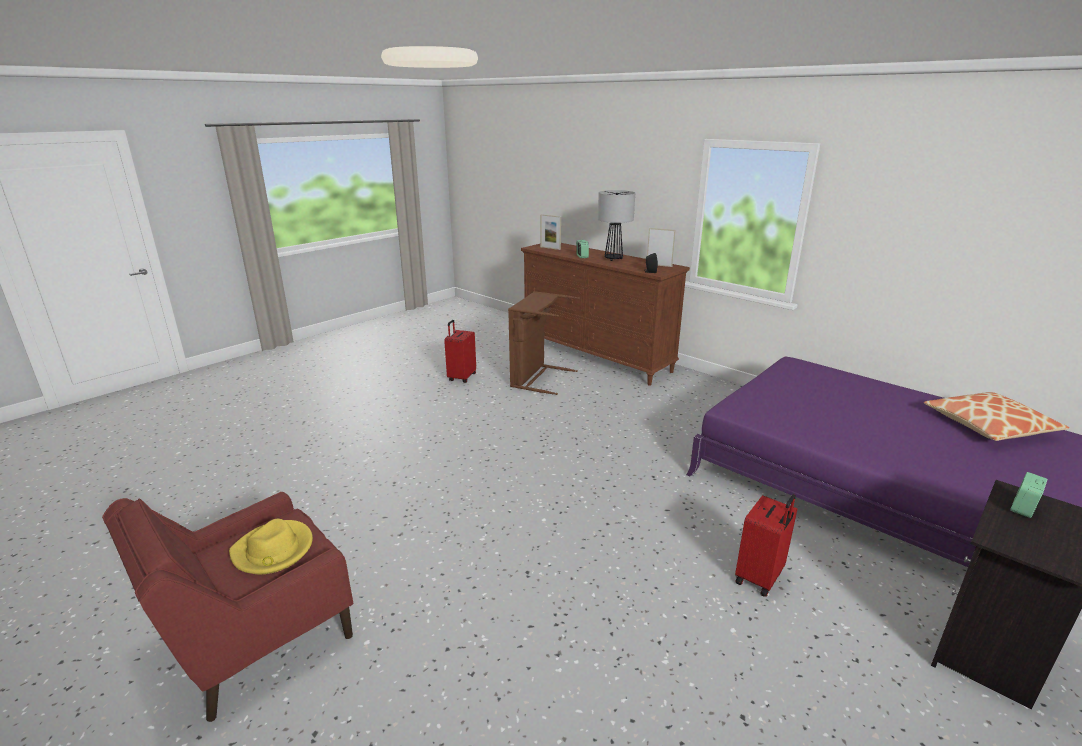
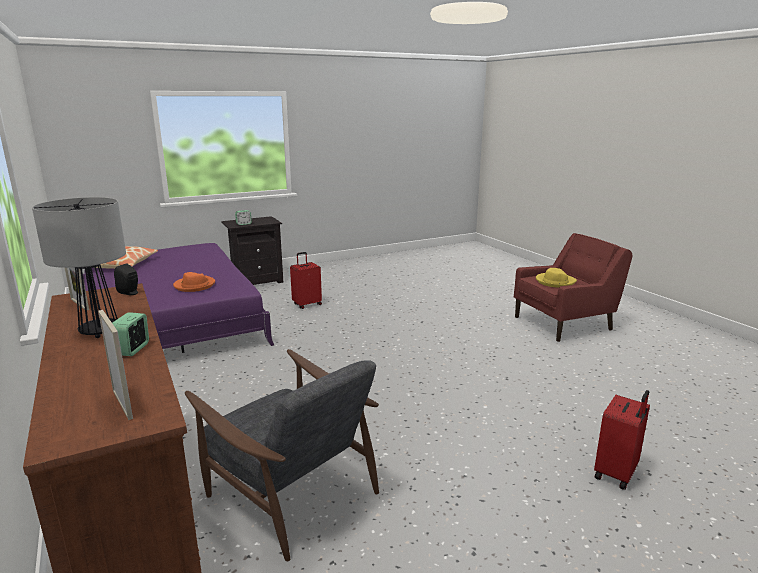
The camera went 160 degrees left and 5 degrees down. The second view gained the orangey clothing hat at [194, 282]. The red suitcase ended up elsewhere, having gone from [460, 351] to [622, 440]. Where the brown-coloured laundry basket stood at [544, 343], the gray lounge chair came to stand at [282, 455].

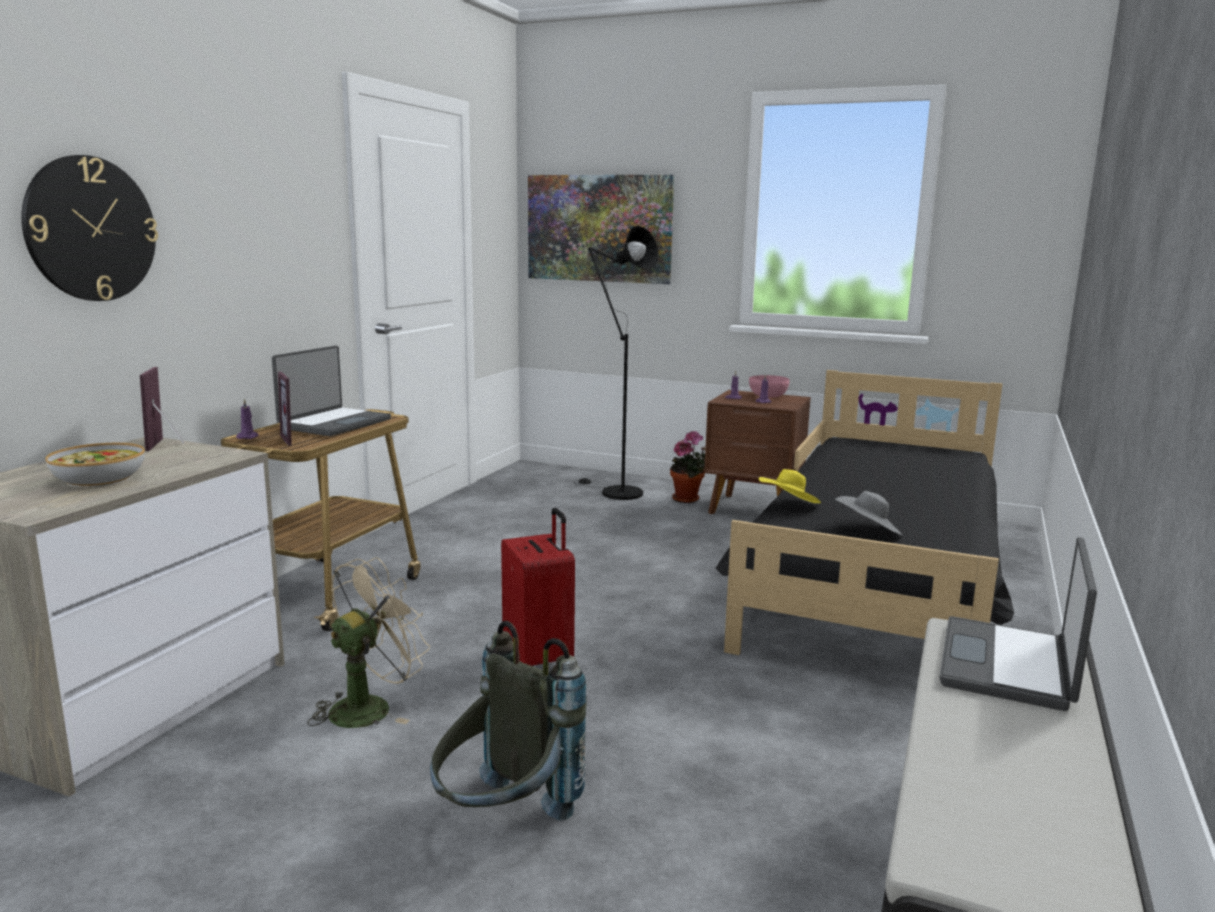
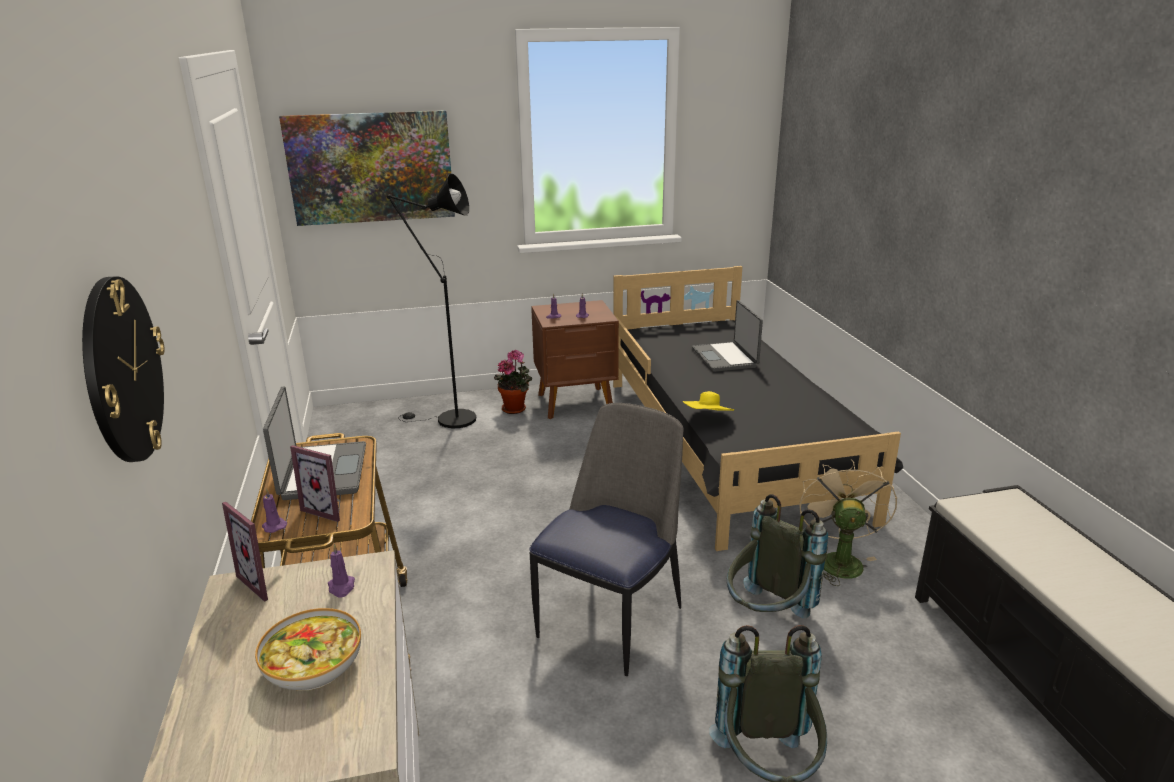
The camera went 35 degrees left and 10 degrees up. The second view lost the pink-coloured bowl at [769, 386]. The second view lost the gray clothing hat at [868, 513]. The second view gained the purple wax light at [341, 571]. The second view gained the gray rucksack at [777, 556]. The sand-coloured electric fan ended up elsewhere, having gone from [368, 642] to [848, 522]. The notebook computer ended up elsewhere, having gone from [1018, 624] to [727, 336]. Where the red suitcase stood at [538, 587], the upright chair came to stand at [607, 539].

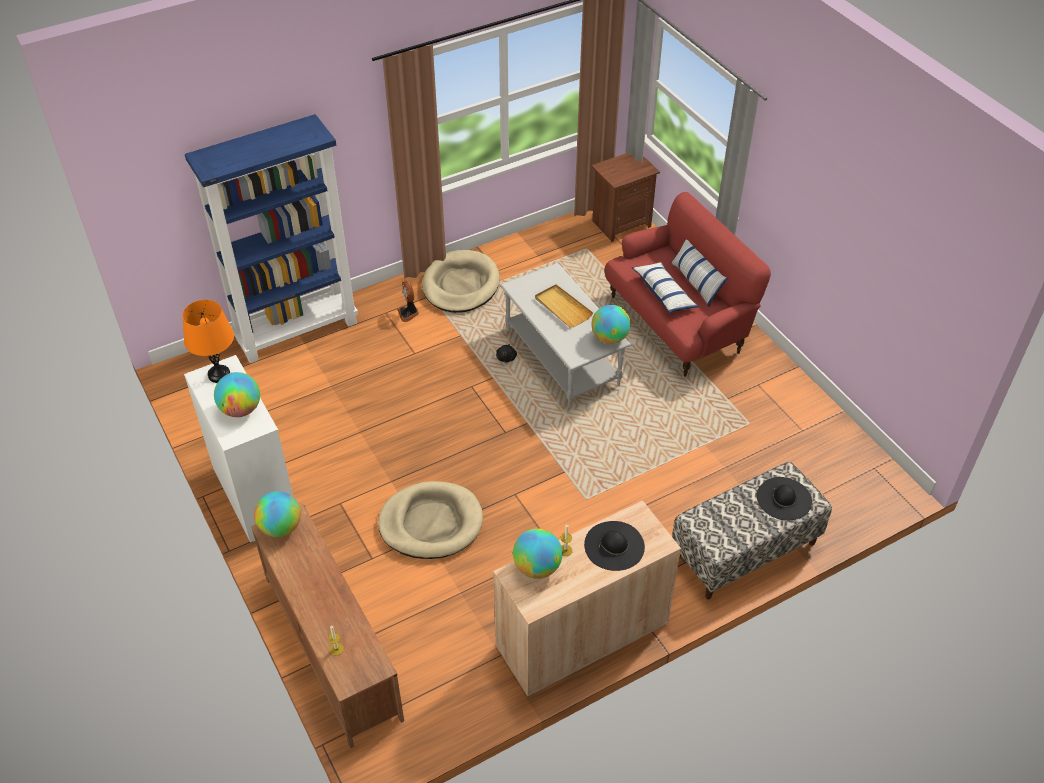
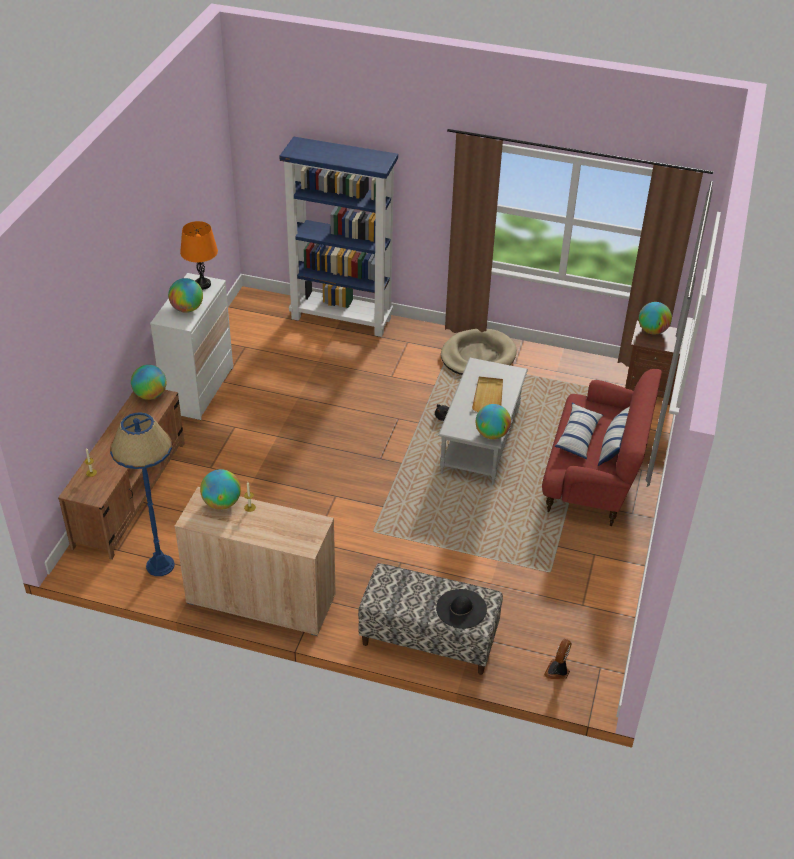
The camera went 45 degrees right and 5 degrees down. The second view lost the sand-coloured pet bed at [430, 520]. The second view lost the blackish clothing hat at [614, 546]. The second view gained the bluish floor lamp at [142, 494]. The second view gained the desk globe at [655, 318]. The electric fan ended up elsewhere, having gone from [408, 301] to [557, 659].

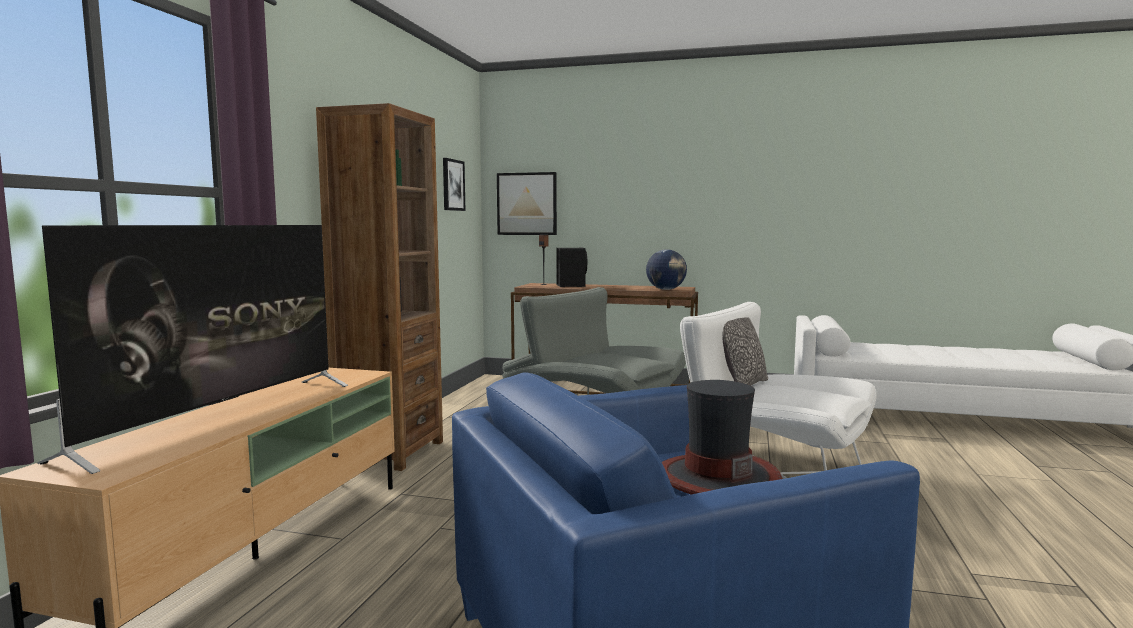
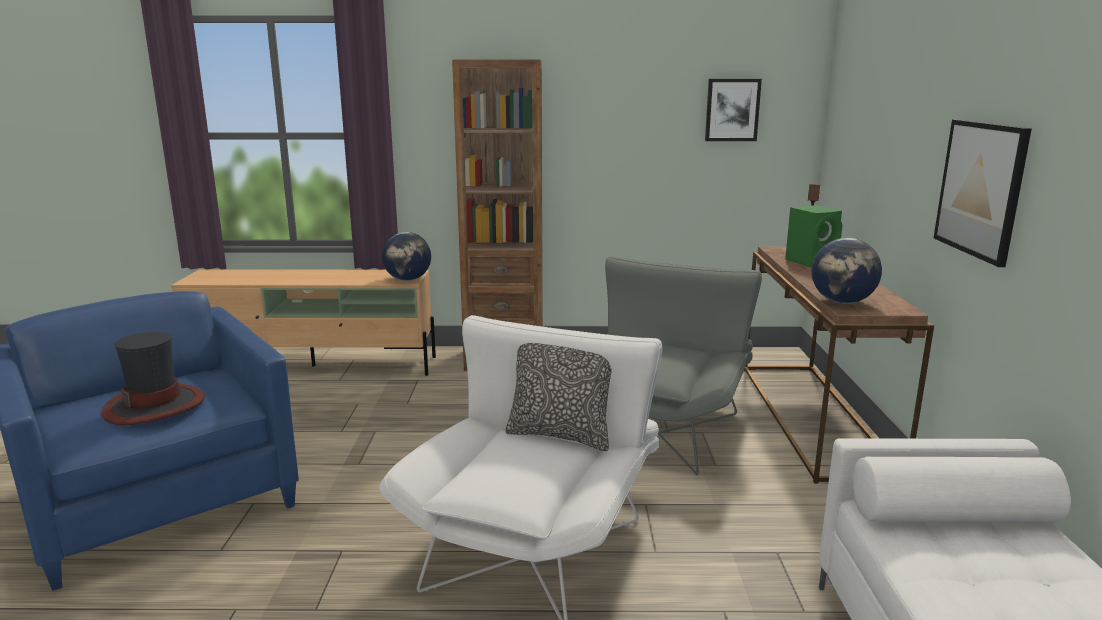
The camera went 75 degrees right and 10 degrees up. The second view lost the TV set at [192, 349]. The second view gained the desk globe at [406, 256]. The picture ended up elsewhere, having gone from [527, 203] to [983, 193]. What was the blackish loudspeaker at [571, 267] turned into the greenish loudspeaker at [813, 236].

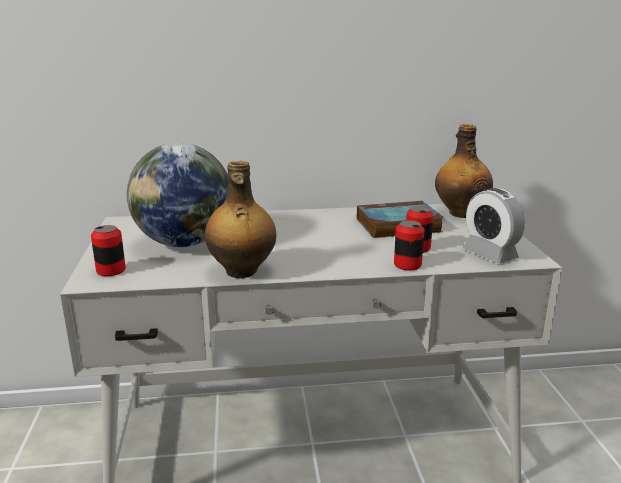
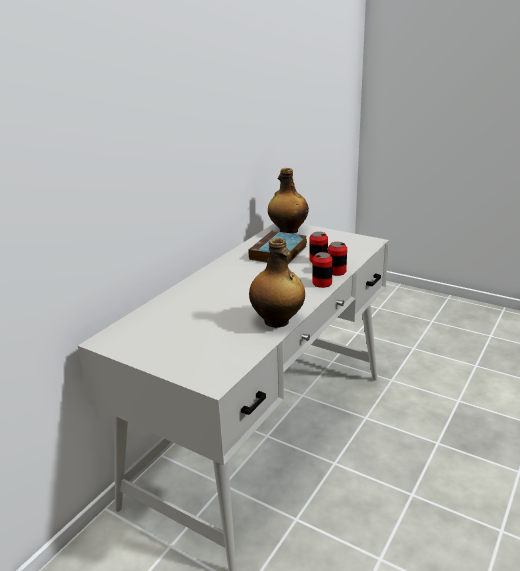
The camera went 50 degrees left and 5 degrees up. The second view lost the desk globe at [177, 195]. The second view lost the table clock at [494, 225]. The sealed can ended up elsewhere, having gone from [108, 250] to [322, 270].

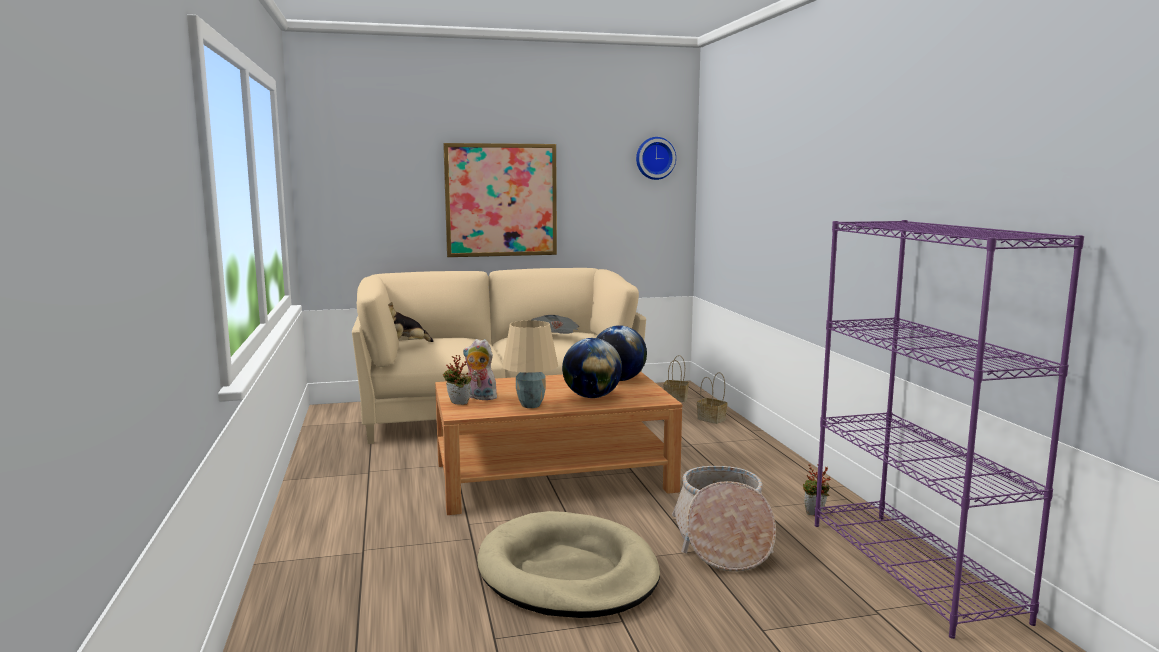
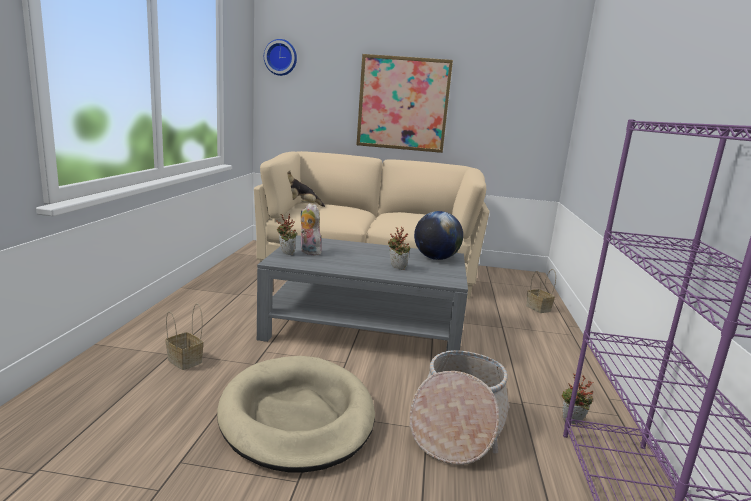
The camera went 20 degrees right and 5 degrees up. The second view lost the sand-coloured tabletop lamp at [530, 364]. The second view lost the daily paper at [555, 324]. The clock on the wall ended up elsewhere, having gone from [656, 158] to [280, 57]. The household basket ended up elsewhere, having gone from [676, 378] to [185, 337]. Where the desk globe stood at [592, 368], the potted plant came to stand at [399, 248]. What was the brown-coloured coffee table at [558, 443] turned into the gray coffee table at [362, 293].

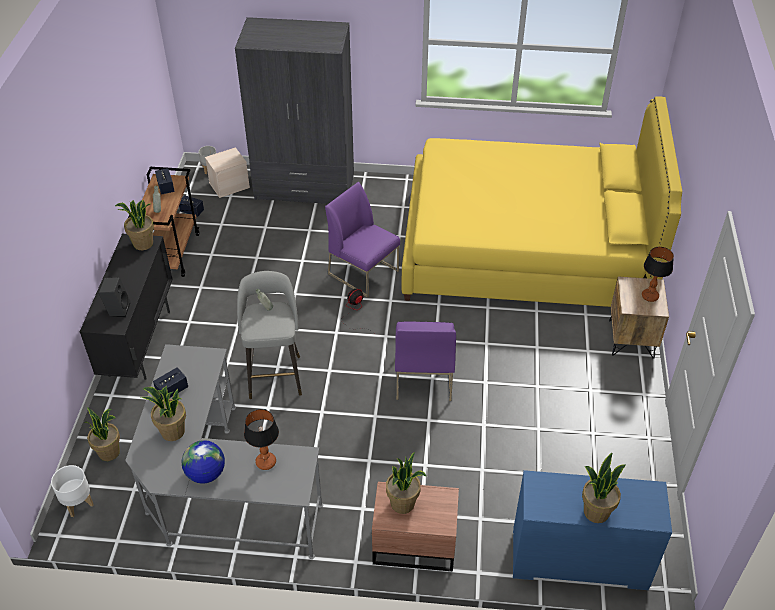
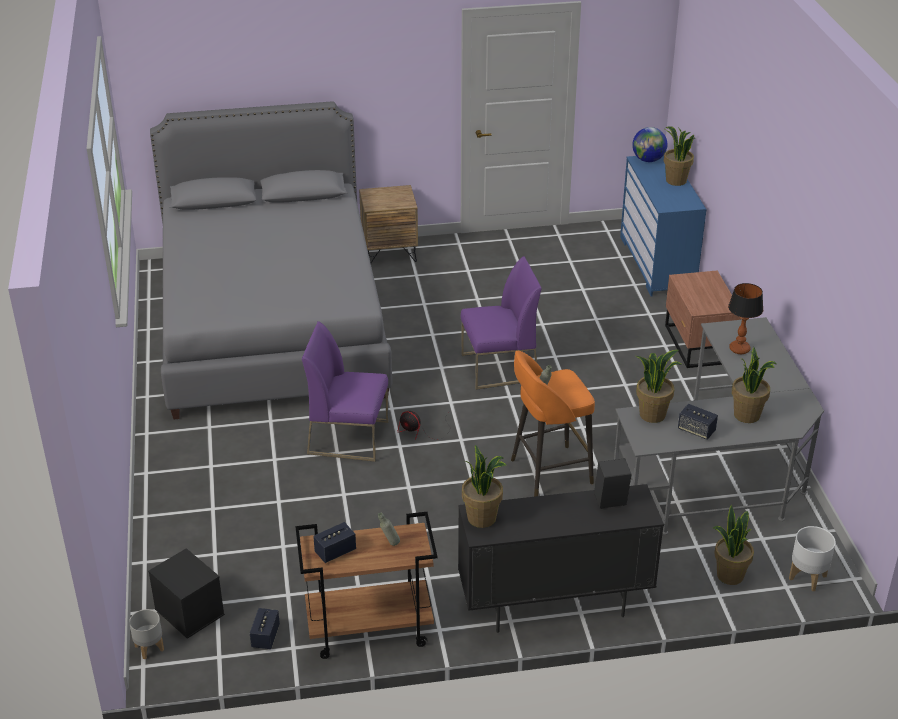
The camera went 105 degrees left and 10 degrees down. The second view lost the gray wardrobe at [294, 110]. The second view lost the tabletop lamp at [658, 274]. The desk globe ended up elsewhere, having gone from [203, 462] to [649, 144]. The potted plant ended up elsewhere, having gone from [406, 483] to [659, 386]. What was the sand-coloured storage bin at [227, 172] turned into the blackish storage bin at [186, 593]. What was the gray sitting stool at [269, 335] turned into the orangey sitting stool at [553, 424]. What was the yellow bedroom bed at [541, 202] turned into the gray bedroom bed at [271, 260]. The purple upright chair at [362, 240] ended up facing another way, 75 degrees clockwise from before.

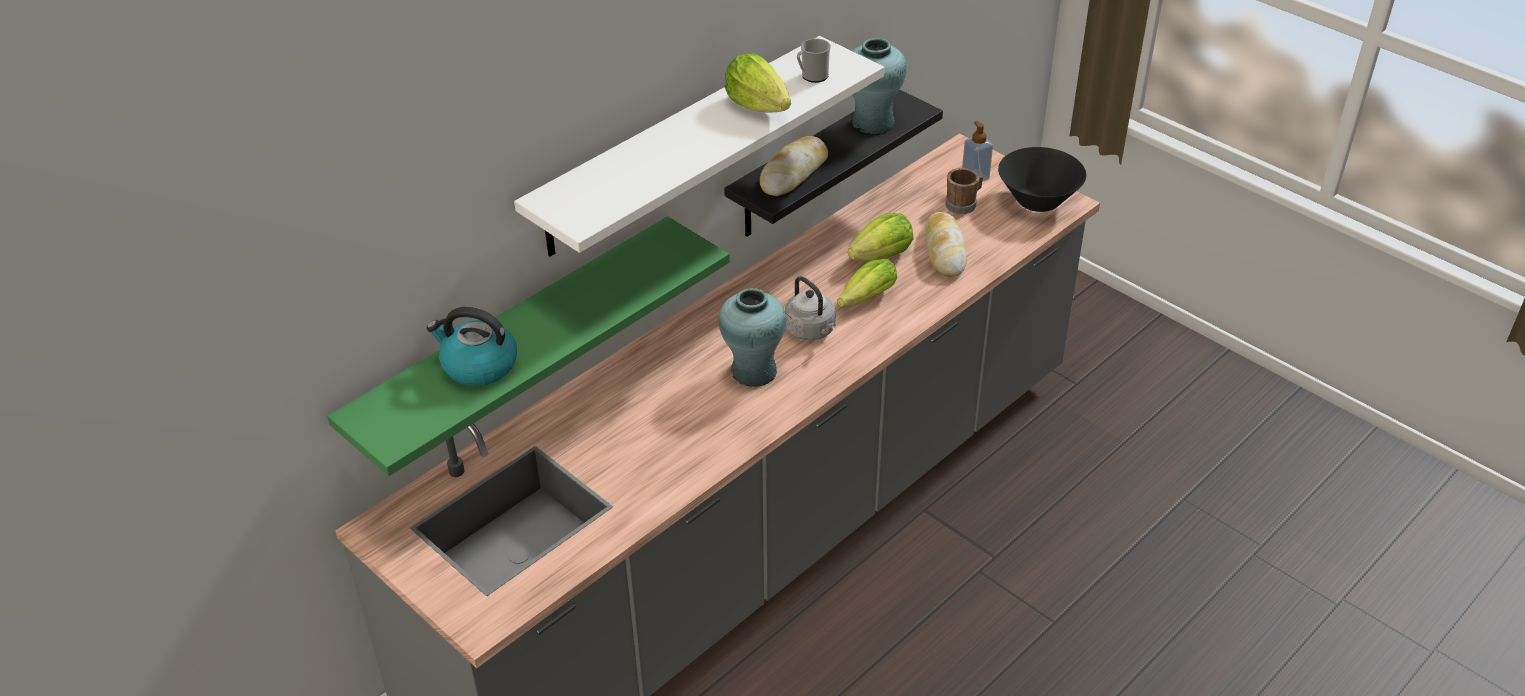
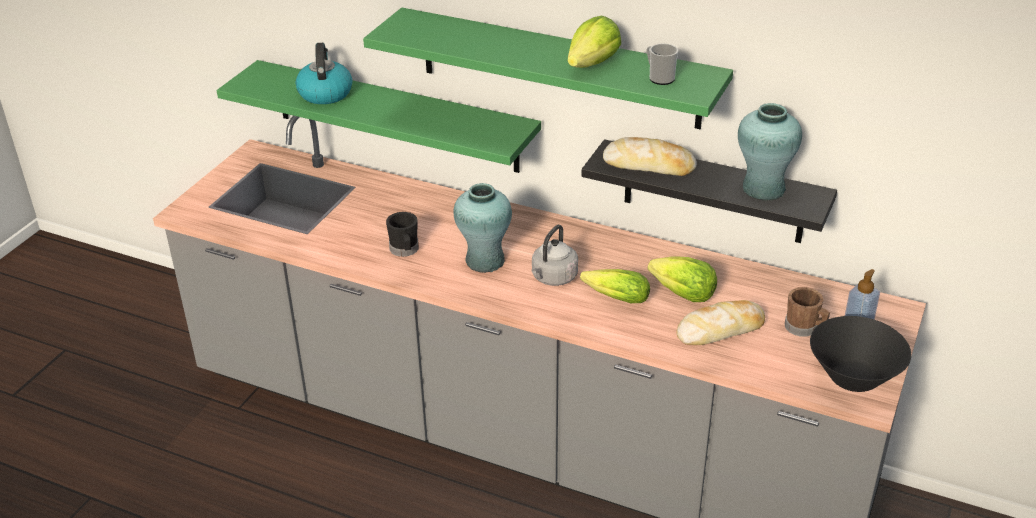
The camera went 70 degrees right and 5 degrees down. The second view gained the blackish mug at [402, 234]. What was the white-coloured shelf at [699, 146] turned into the greenish shelf at [548, 68].

